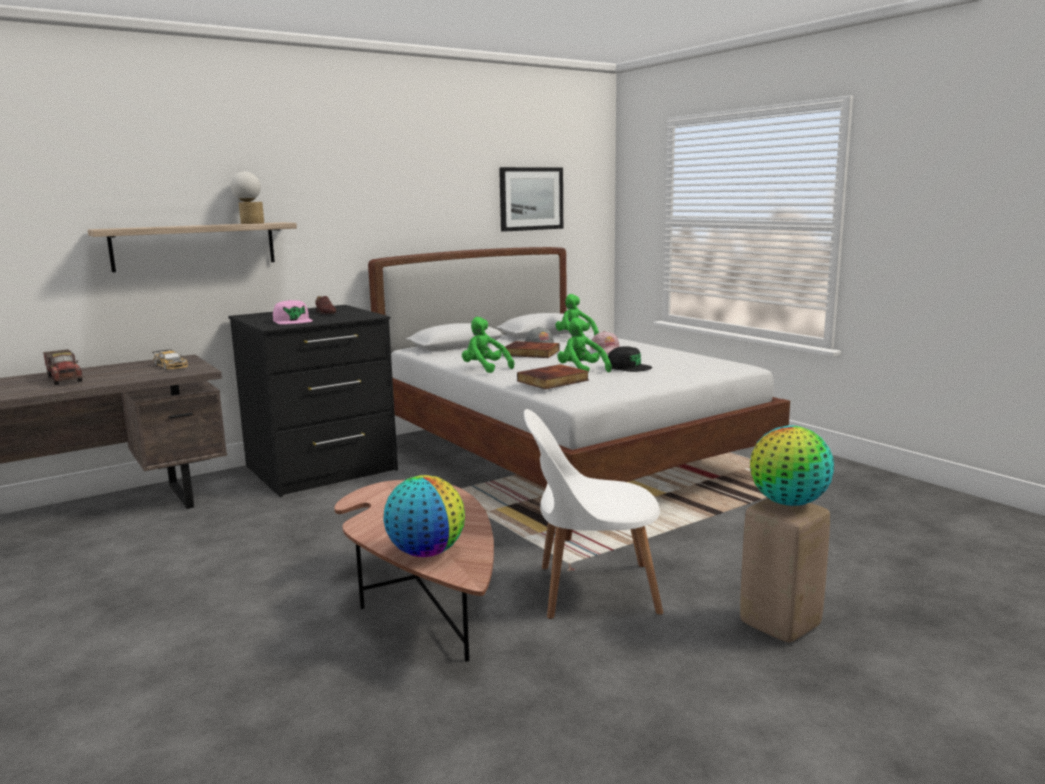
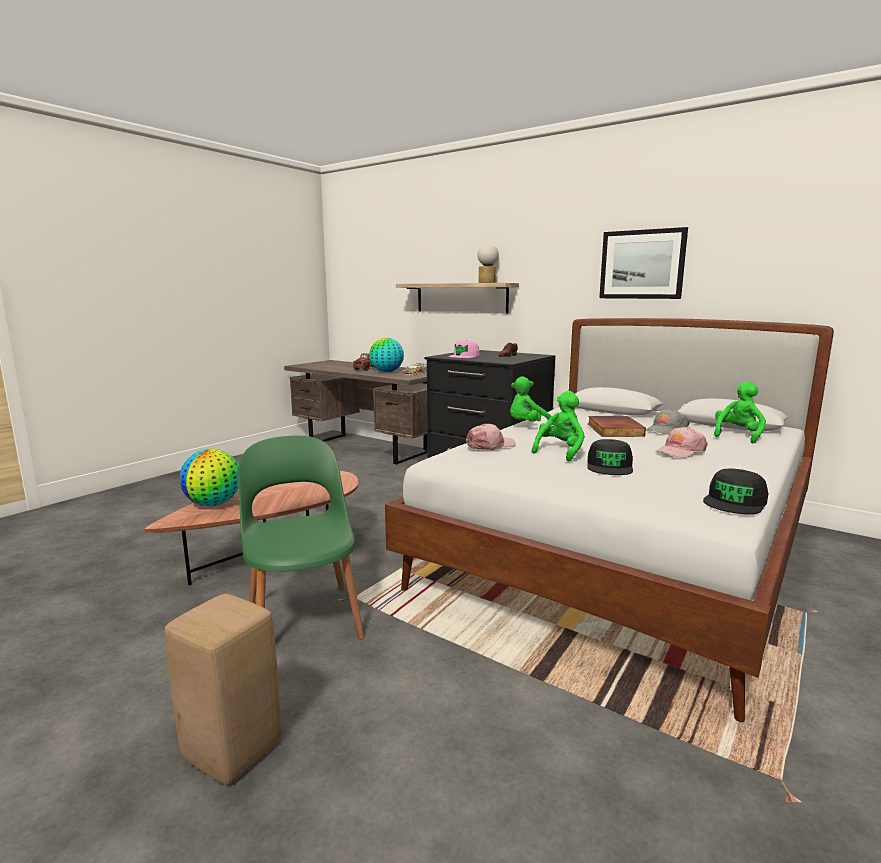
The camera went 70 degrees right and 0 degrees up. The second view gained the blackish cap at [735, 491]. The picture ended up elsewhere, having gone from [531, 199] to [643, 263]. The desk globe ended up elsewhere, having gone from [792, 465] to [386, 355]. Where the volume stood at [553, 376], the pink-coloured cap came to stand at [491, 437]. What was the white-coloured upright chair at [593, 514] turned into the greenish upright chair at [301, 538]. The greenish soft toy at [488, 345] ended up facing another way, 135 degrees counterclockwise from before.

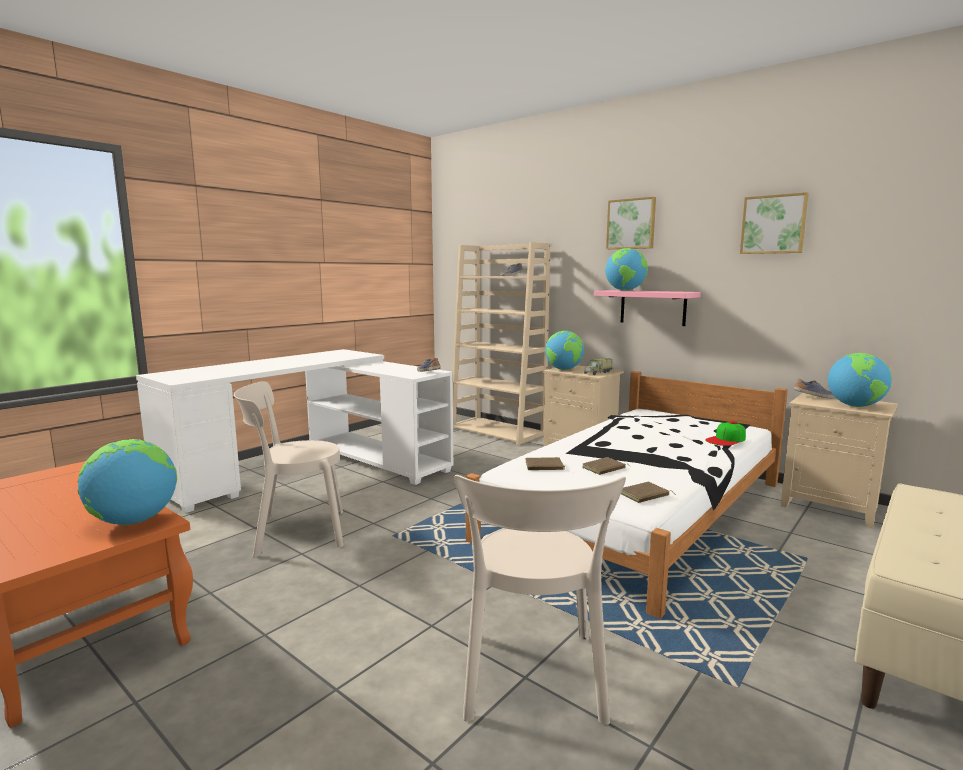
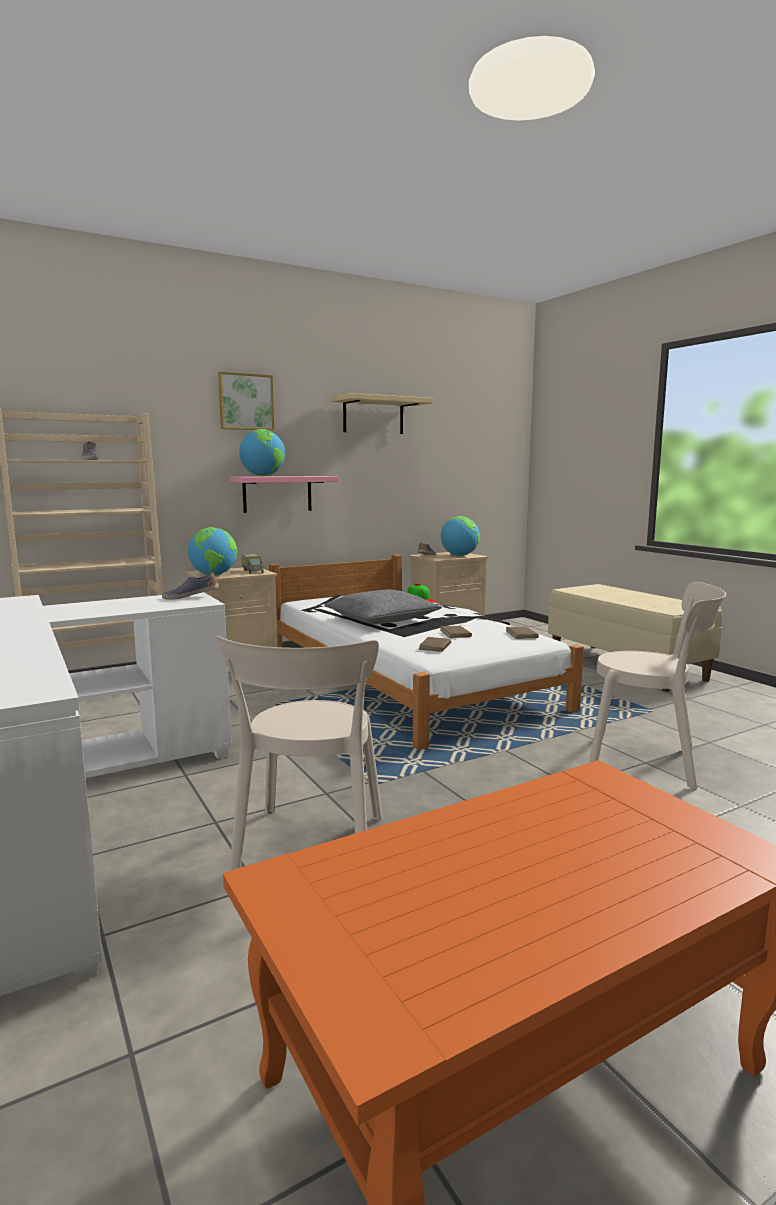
The camera went 70 degrees left and 0 degrees up. The second view lost the desk globe at [127, 482]. The second view gained the gray cushion at [383, 606]. Where the picture hung at [774, 223], the sand-coloured shelf came to hang at [383, 413].

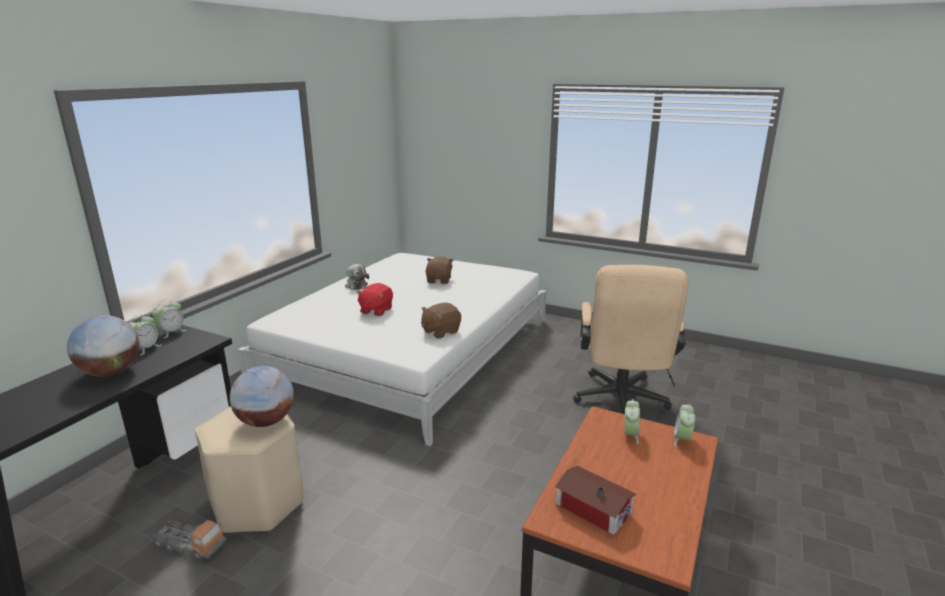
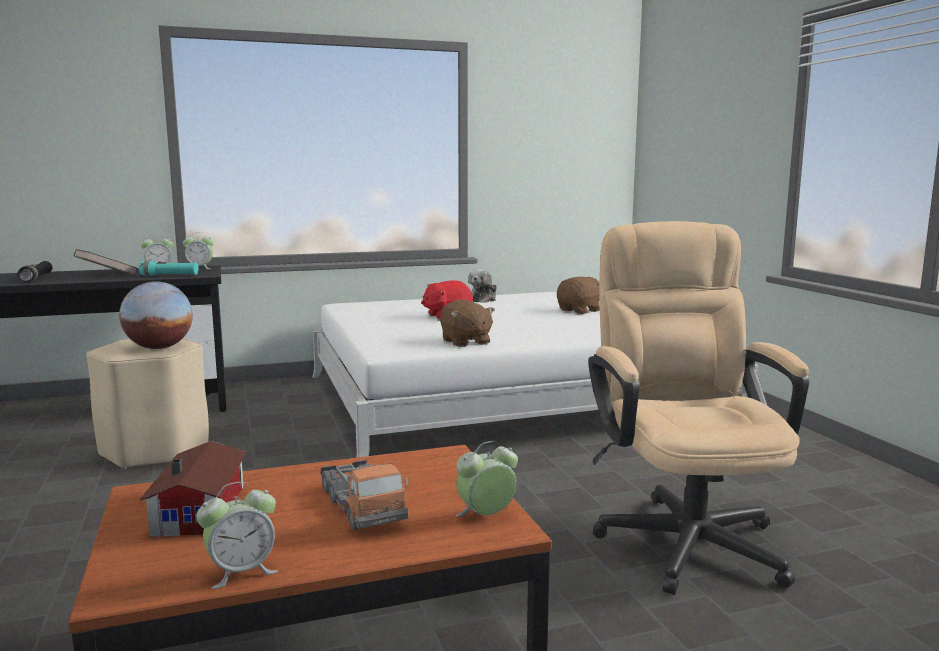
The camera went 45 degrees right and 10 degrees down. The second view gained the blackish flashlight at [35, 271]. The second view gained the turquoise-coloured flashlight at [169, 268]. The model truck ended up elsewhere, having gone from [188, 540] to [364, 494]. The table clock ended up elsewhere, having gone from [632, 421] to [237, 535]. Where the desk globe stood at [103, 346], the brown-coloured volume came to stand at [105, 262]. The brown-coloured soft toy at [441, 321] ended up facing another way, 120 degrees counterclockwise from before. The sand-coloured office chair at [630, 339] ended up facing another way, 120 degrees clockwise from before.

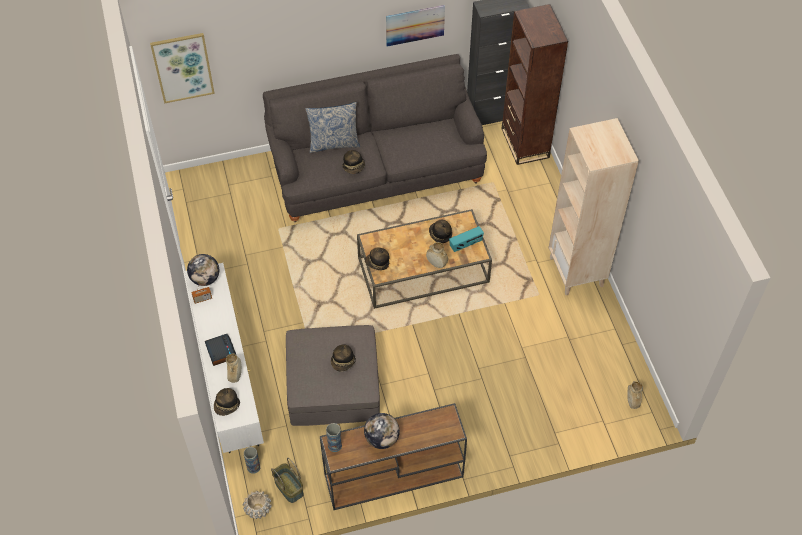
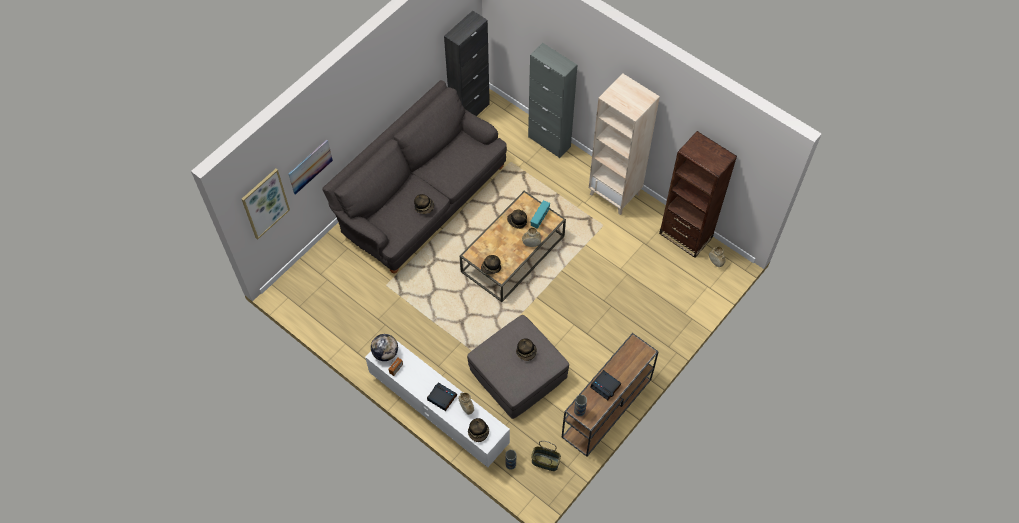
The camera went 35 degrees left and 5 degrees up. The second view lost the sand-coloured flower pot at [257, 505]. The second view lost the cushion at [332, 127]. The second view gained the gray storage cabinet at [552, 100]. The picture ended up elsewhere, having gone from [415, 26] to [310, 167]. The brown-coloured bookshelf ended up elsewhere, having gone from [534, 84] to [698, 194]. Where the desk globe stood at [382, 431], the table clock came to stand at [605, 385].

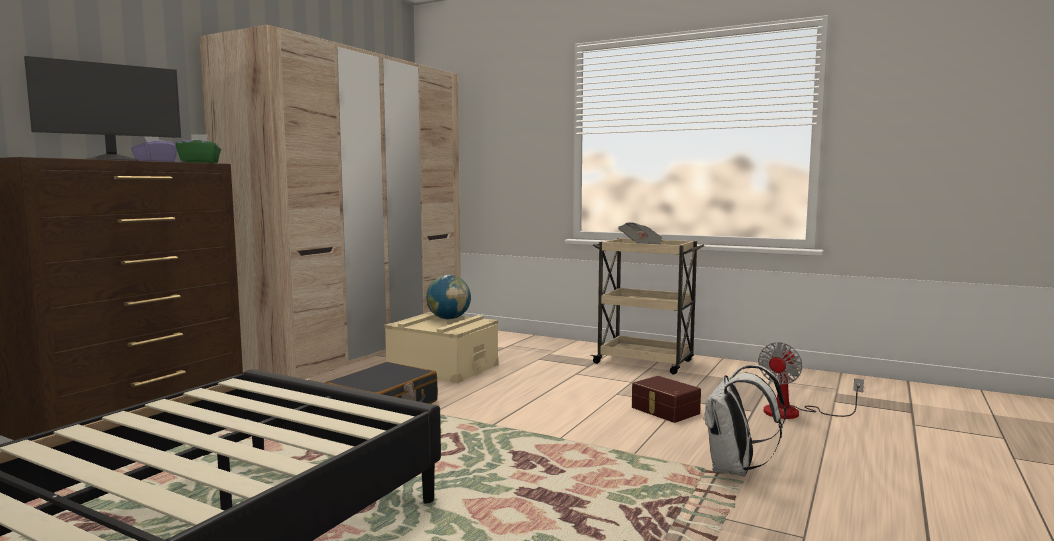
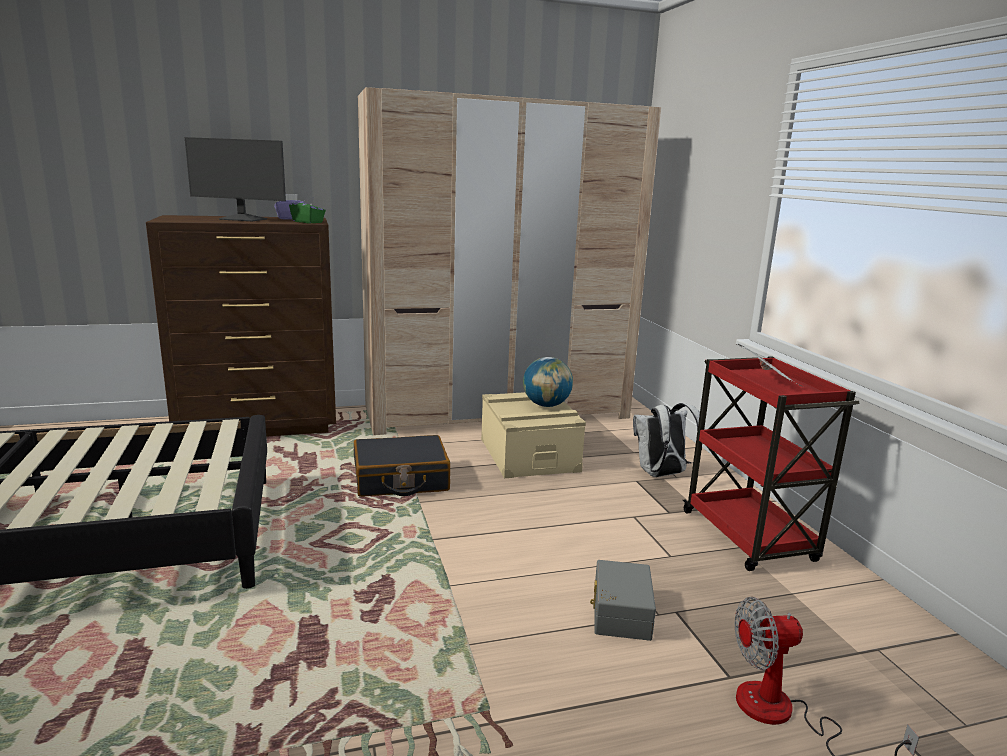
The camera went 45 degrees right and 10 degrees up. The white-coloured rucksack ended up elsewhere, having gone from [744, 420] to [668, 440]. What was the sand-coloured wheeled cart at [647, 306] turned into the red wheeled cart at [771, 463]. What was the brown-coloured storage bin at [666, 399] turned into the gray storage bin at [623, 600].

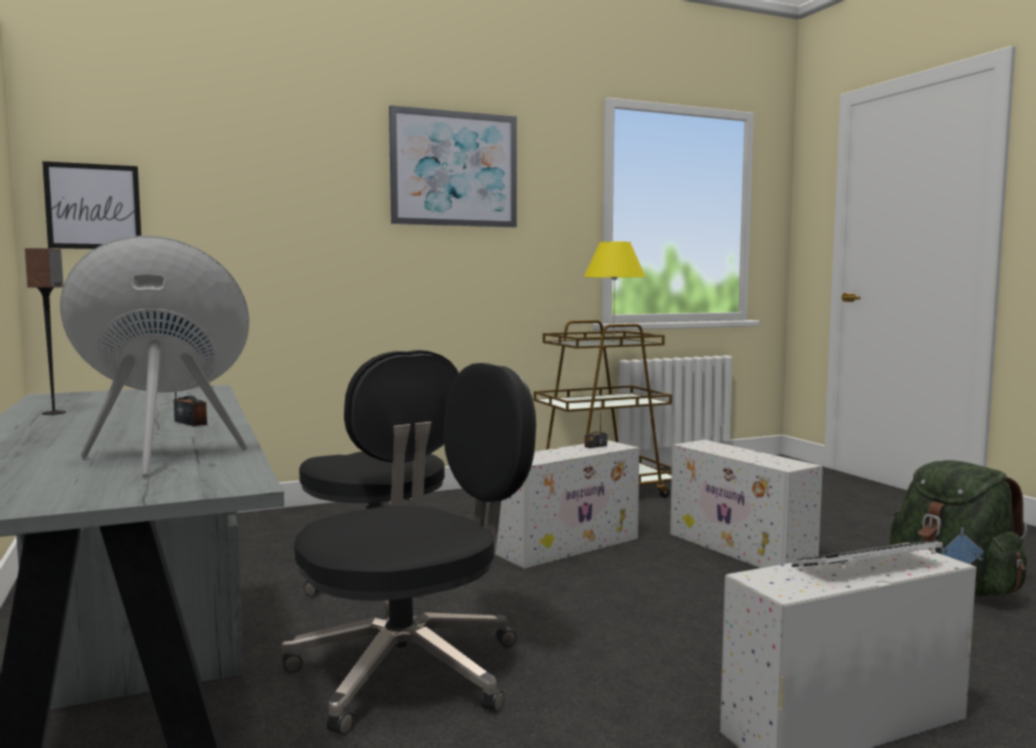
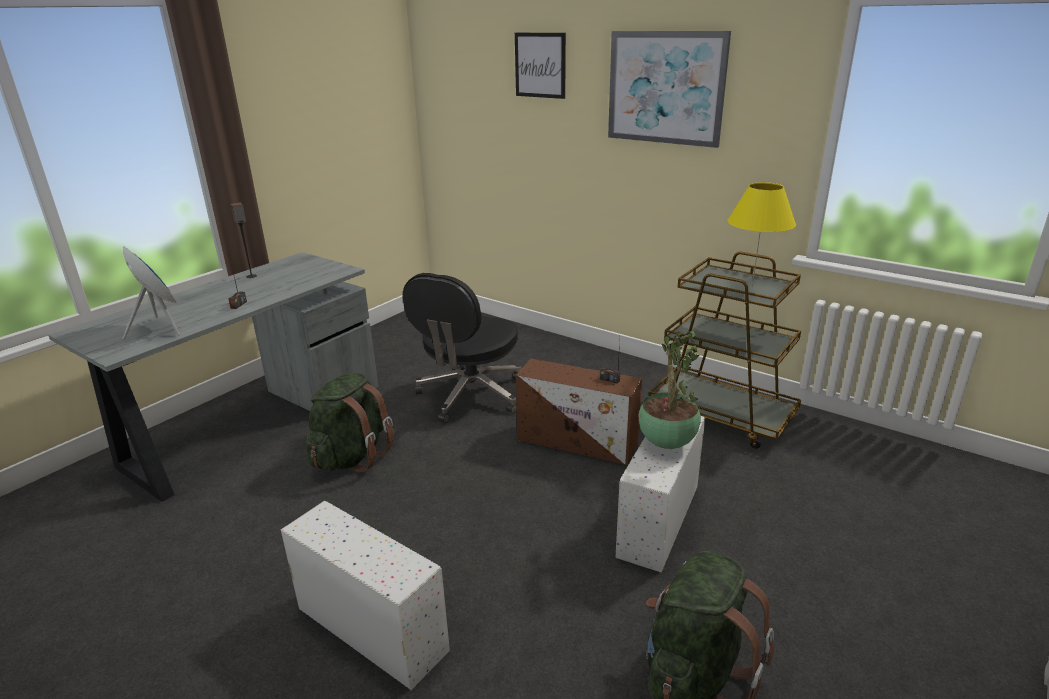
The camera went 60 degrees right and 20 degrees up. The second view lost the keyboard at [867, 554]. The second view gained the potted plant at [670, 390]. The picture ended up elsewhere, having gone from [91, 205] to [540, 66]. Where the blackish office chair stood at [408, 549], the greenish rucksack came to stand at [350, 422]. What was the white-coloured storage bin at [568, 504] turned into the brown-coloured storage bin at [579, 411].

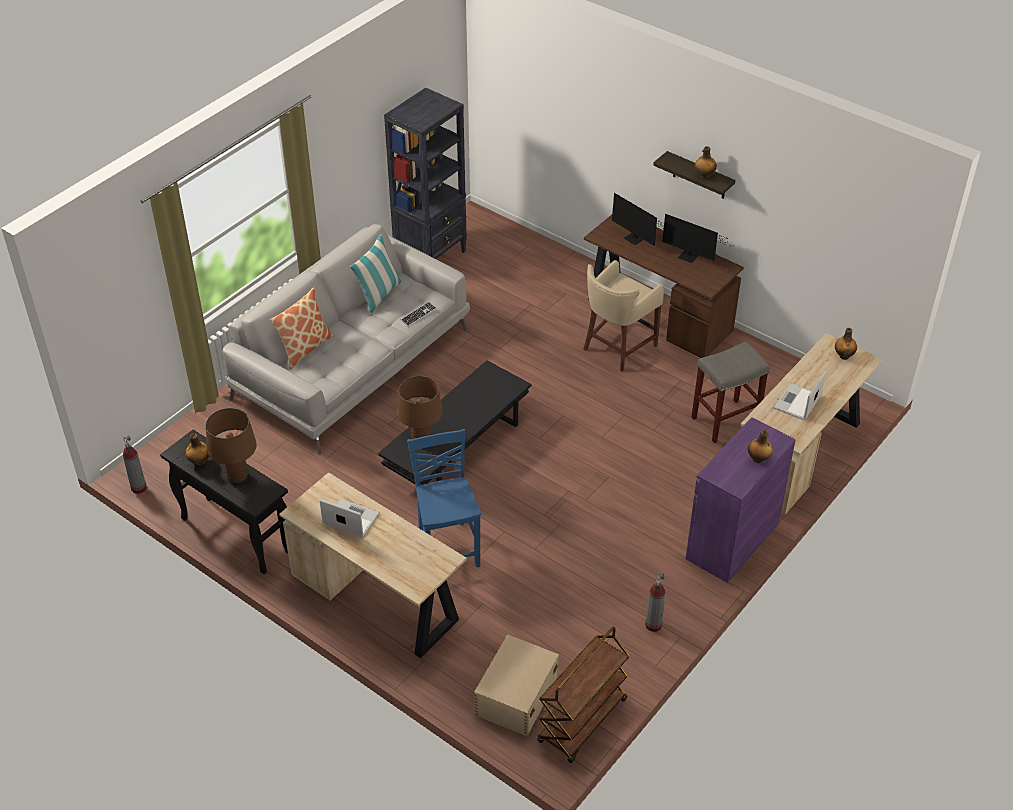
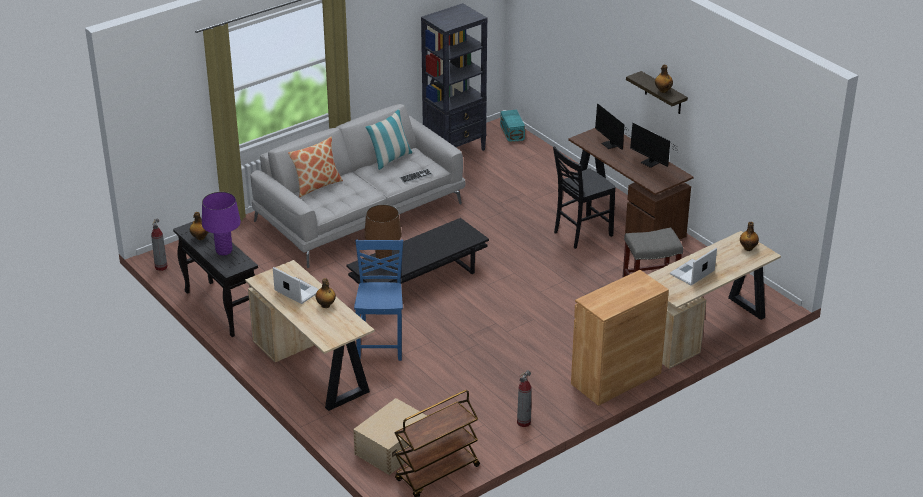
The camera went 15 degrees right and 10 degrees down. The second view gained the turquoise-coloured storage bin at [512, 125]. The drink bottle ended up elsewhere, having gone from [760, 446] to [326, 293]. Where the sand-coloured sitting stool stood at [623, 316], the blackish upright chair came to stand at [584, 197]. What was the brown-coloured tabletop lamp at [231, 445] turned into the purple tabletop lamp at [221, 223]. What was the purple storage cabinet at [741, 500] turned into the brown-coloured storage cabinet at [620, 338].

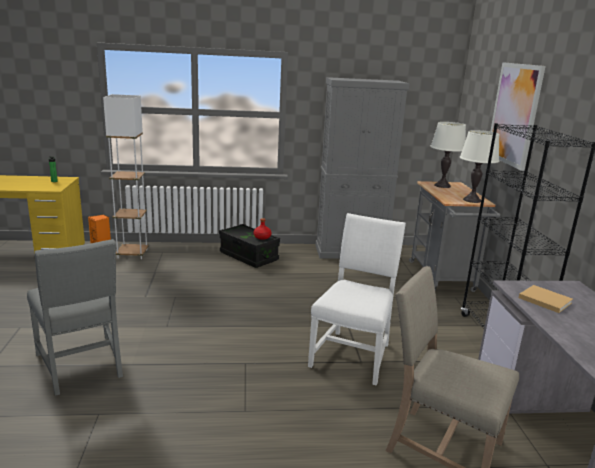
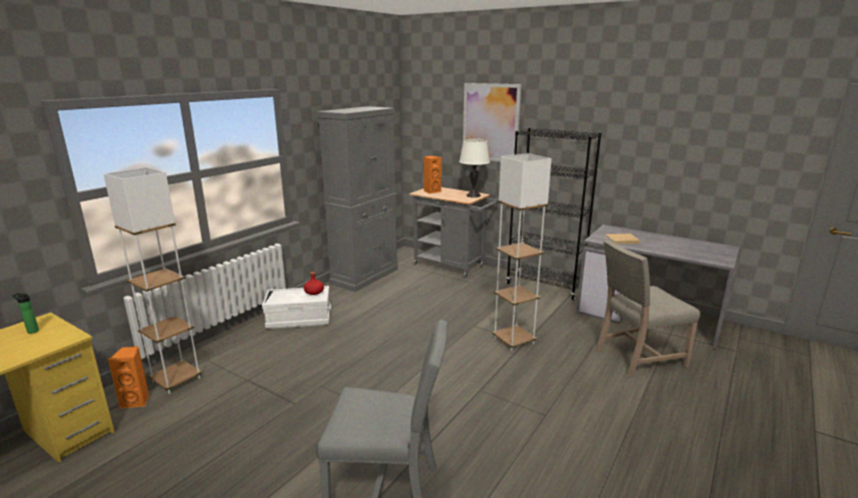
The camera went 50 degrees left and 0 degrees up. Where the white-coloured upright chair stood at [357, 299], the white-coloured floor lamp came to stand at [522, 252]. Where the white-coloured tabletop lamp stood at [448, 155], the orangey loudspeaker came to stand at [433, 175]. What was the blackish storage bin at [249, 246] turned into the white-coloured storage bin at [296, 307].

